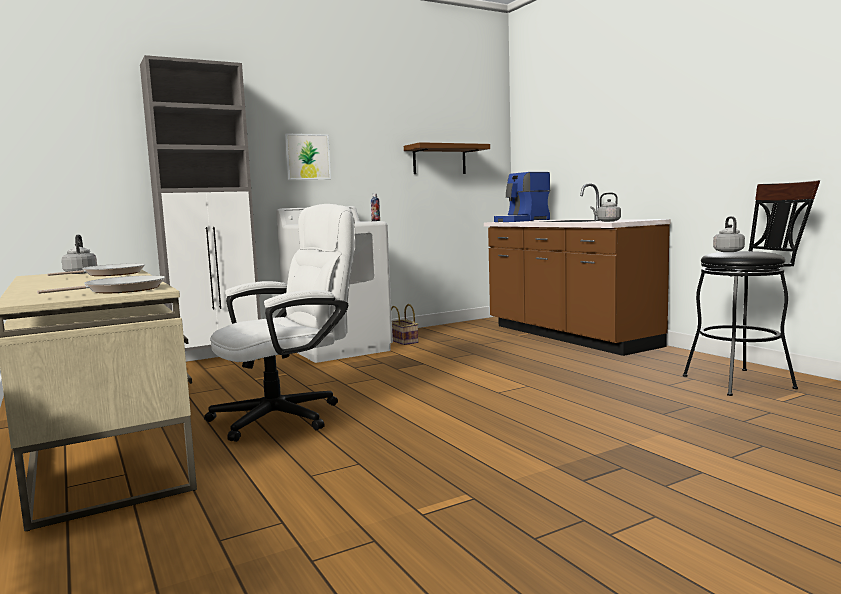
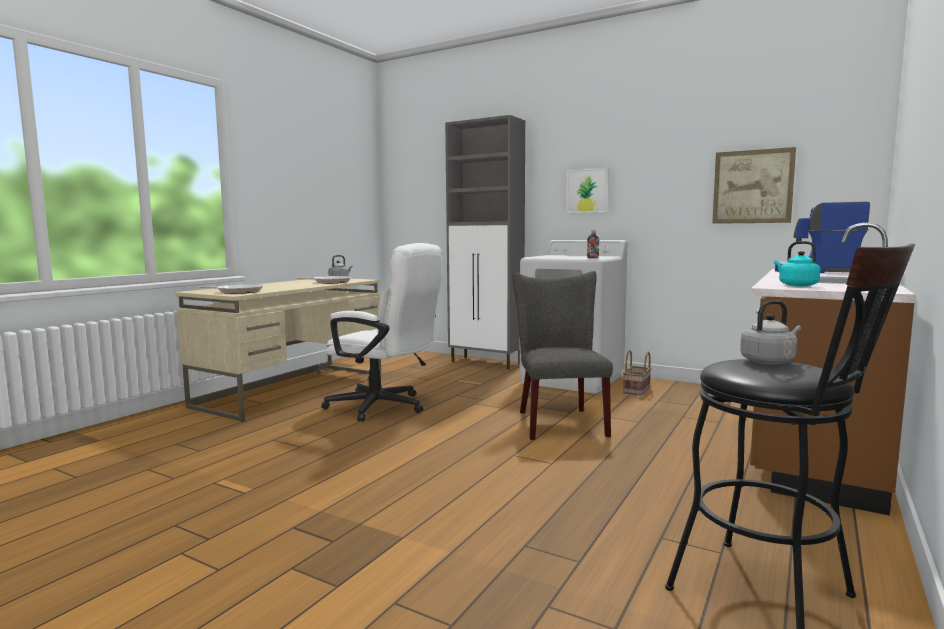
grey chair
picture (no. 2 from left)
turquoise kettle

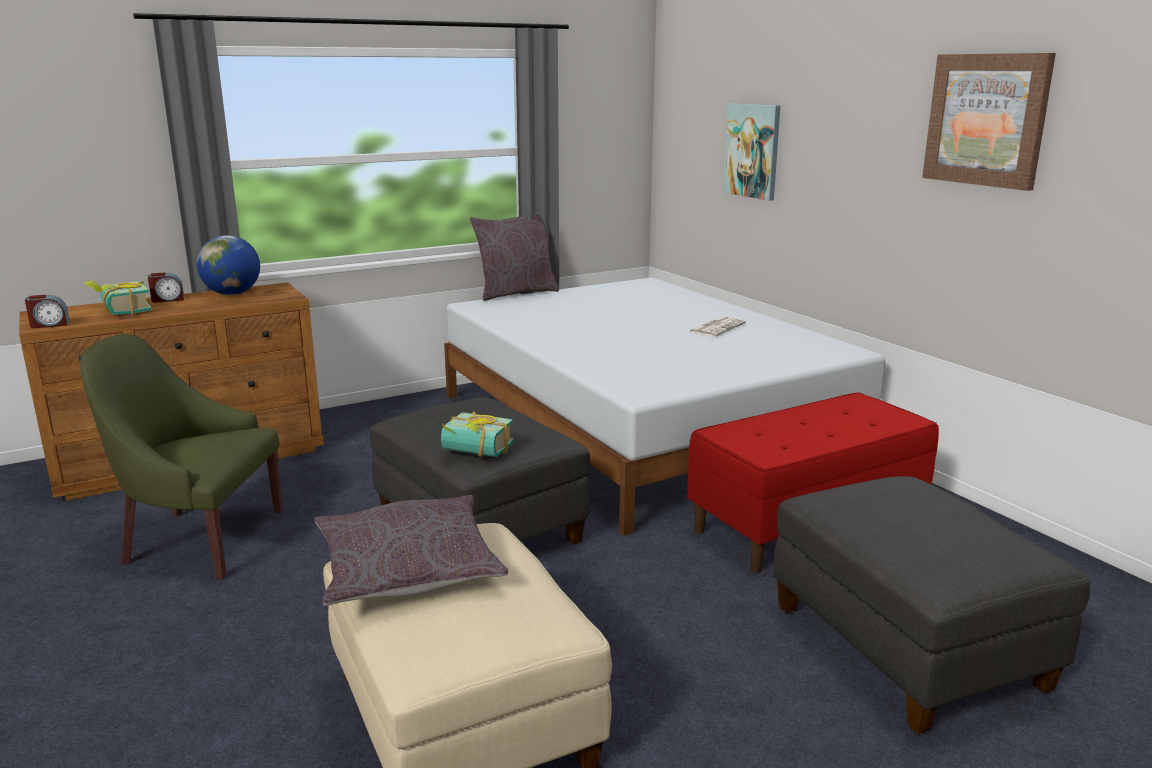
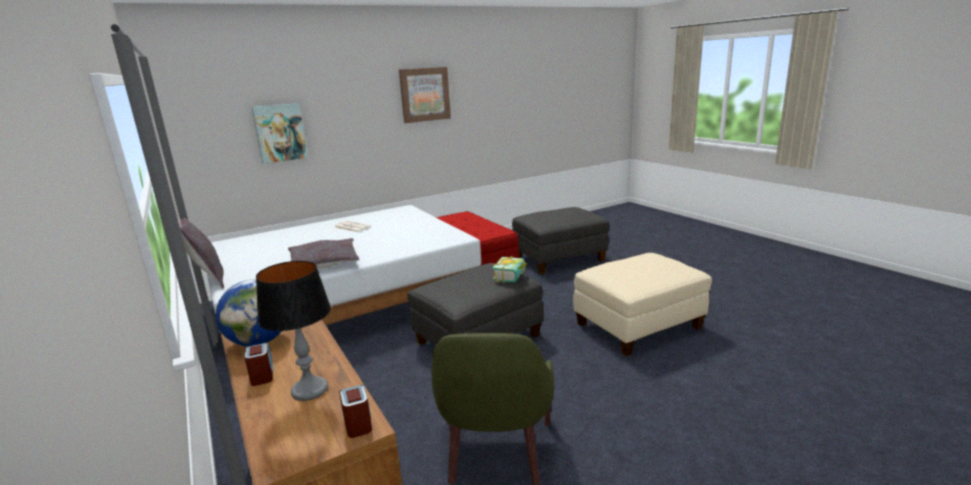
table lamp
grey pillow (no. 2 from left)

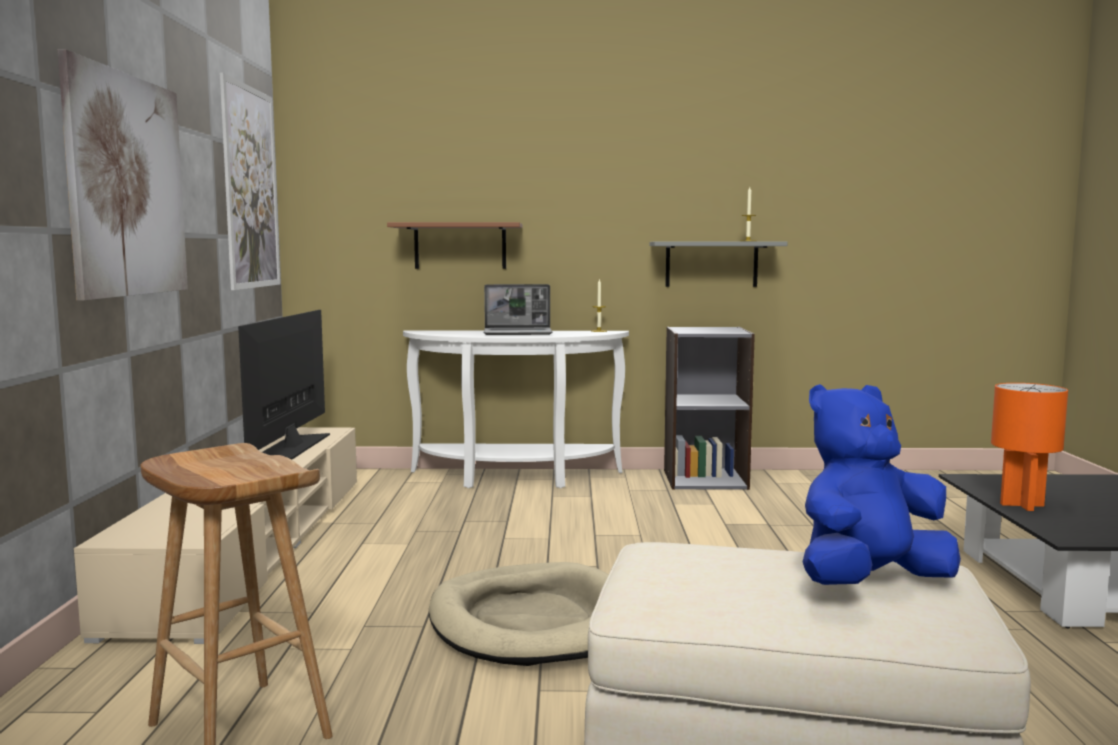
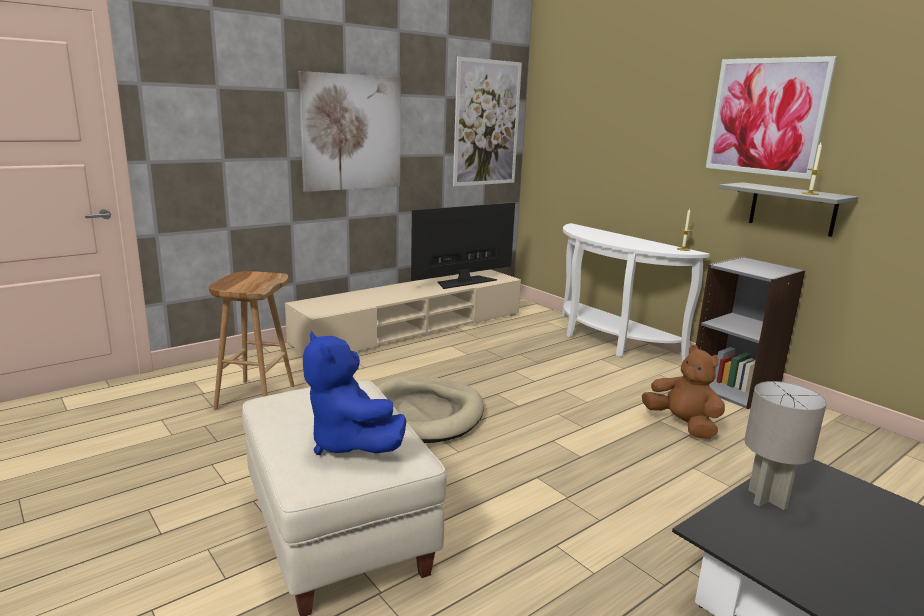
blue plush toy
brown plush toy
picture (no. 3 from left)
grey table lamp
brown shelf
laptop

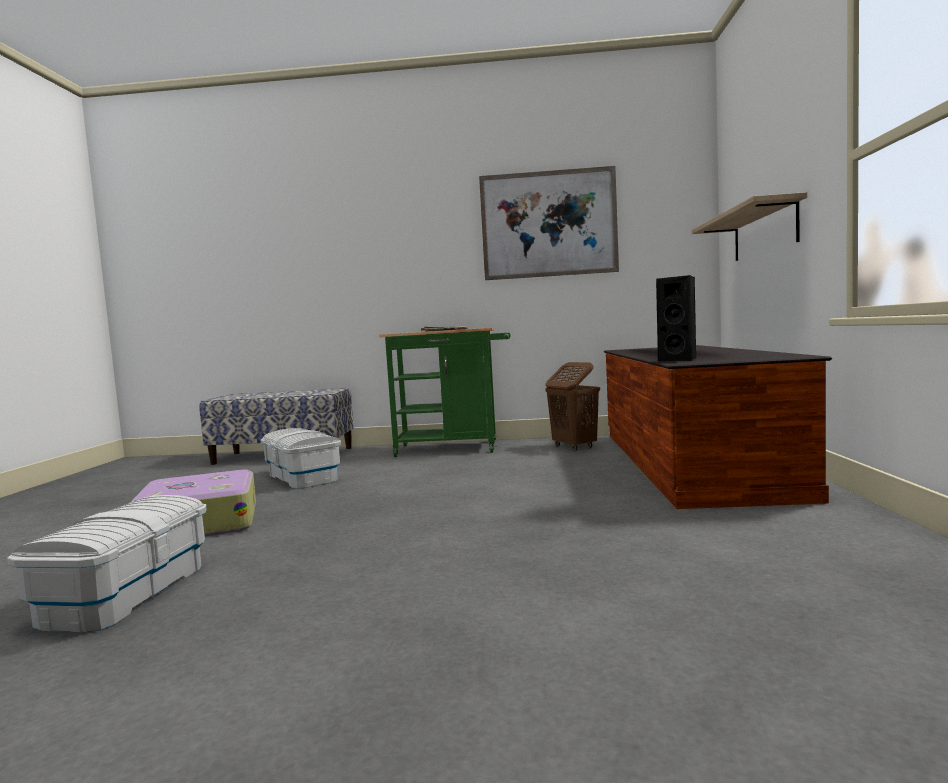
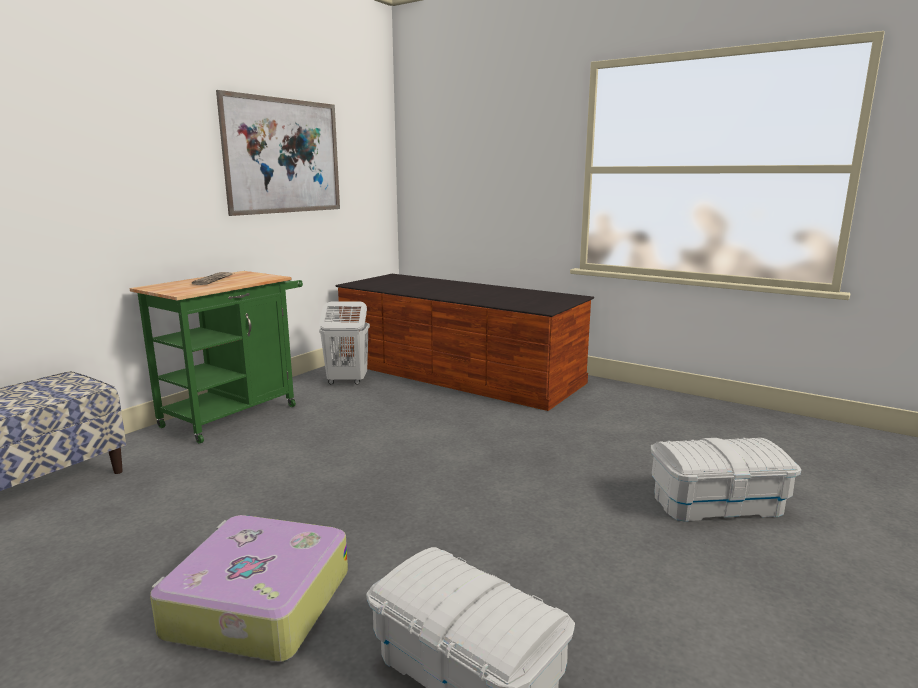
white laundry basket
white storage box (no. 2 from left)
black speaker
shelf

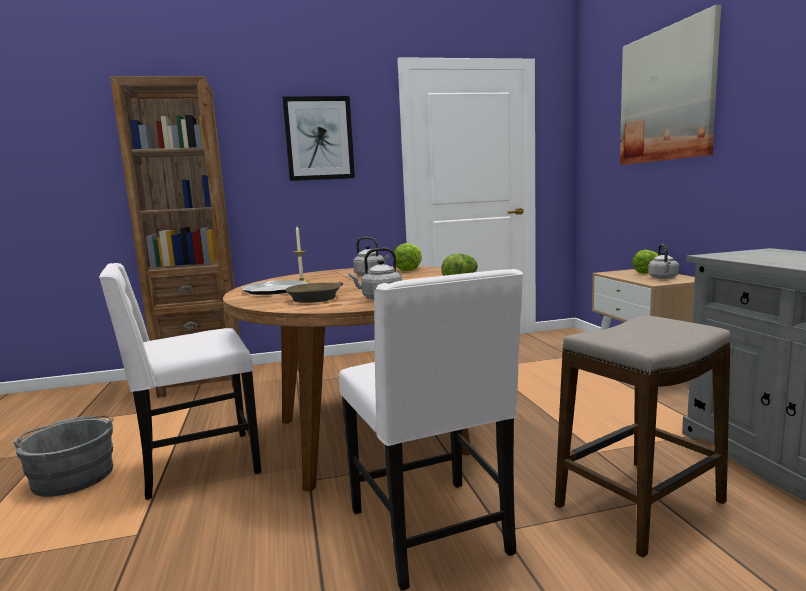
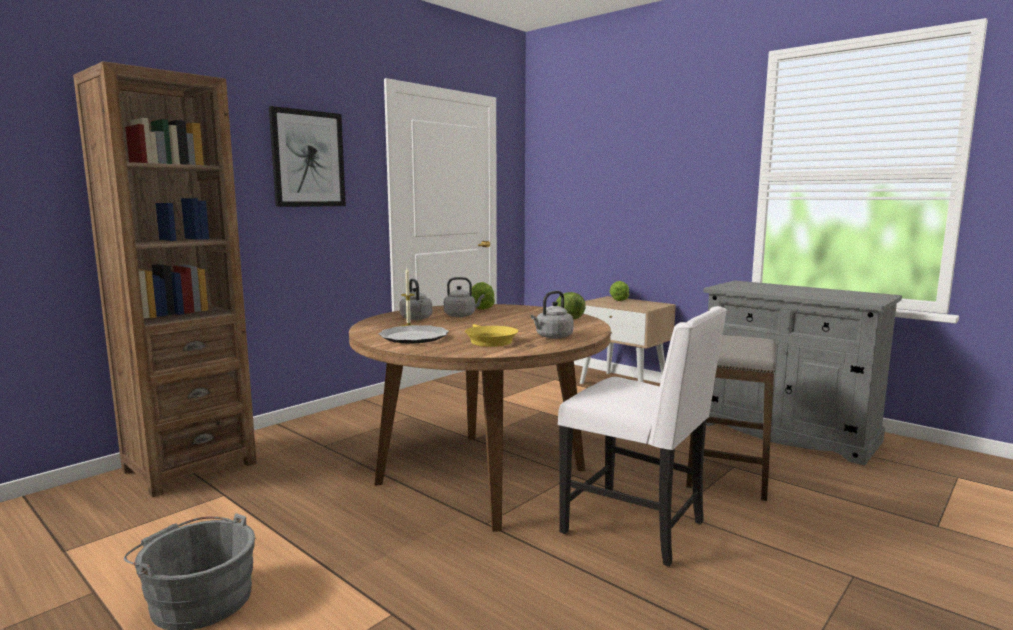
grey kettle (no. 1 from left)
yellow frying pan
white chair (no. 1 from left in the first image)
picture (no. 2 from left in the first image)

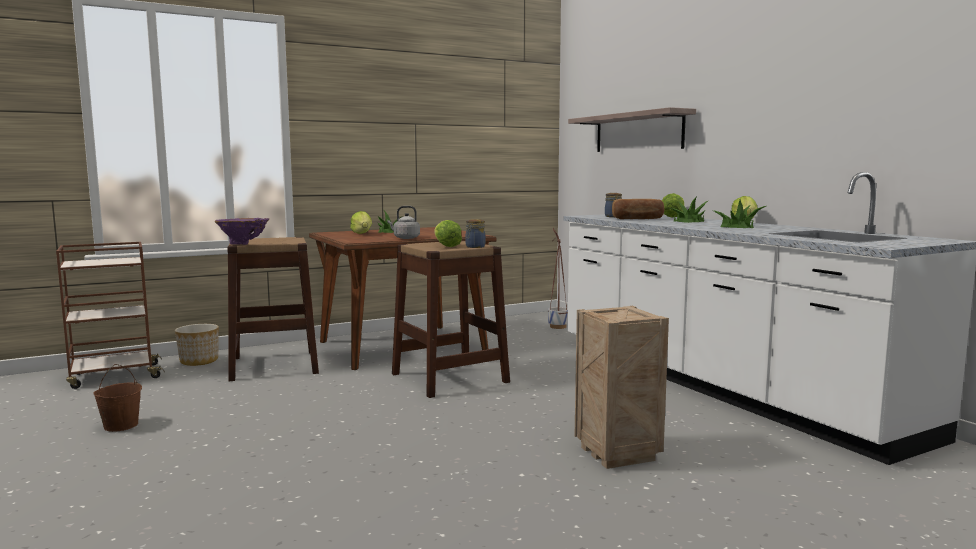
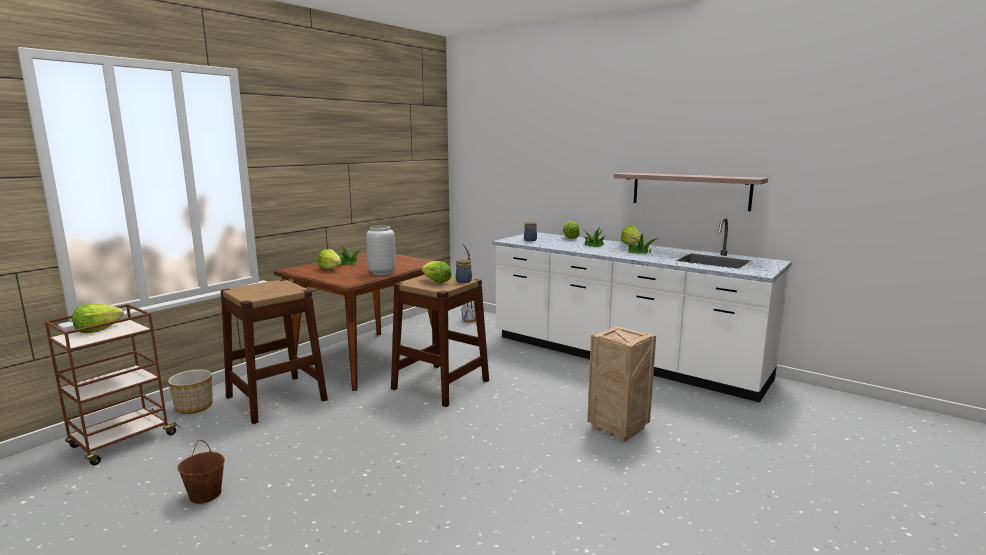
lettuce (no. 1 from left)
grey vase
shelf
purple vase
bread

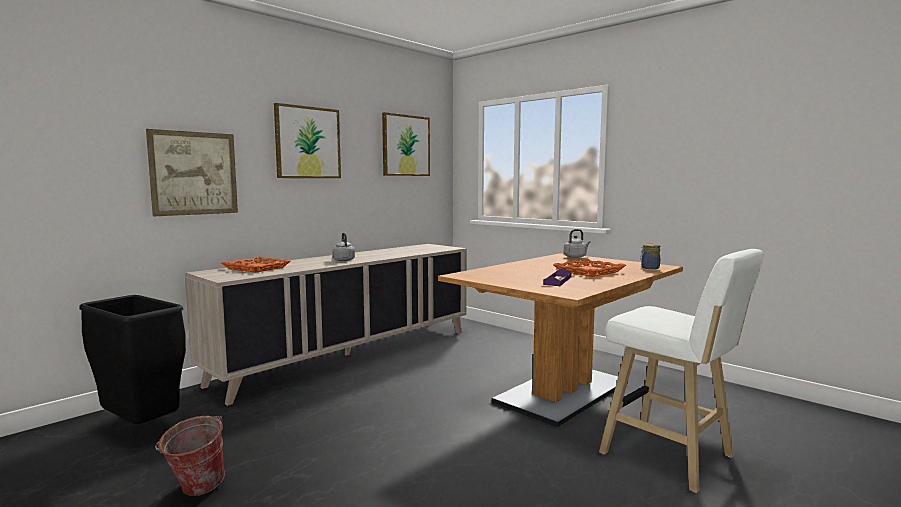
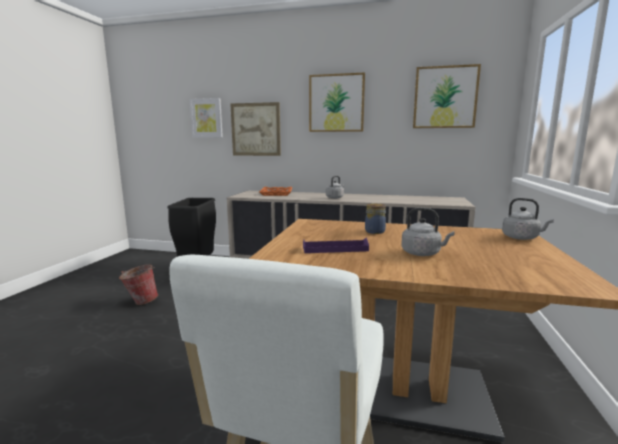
picture (no. 1 from left)
jar
grey kettle (no. 2 from left)

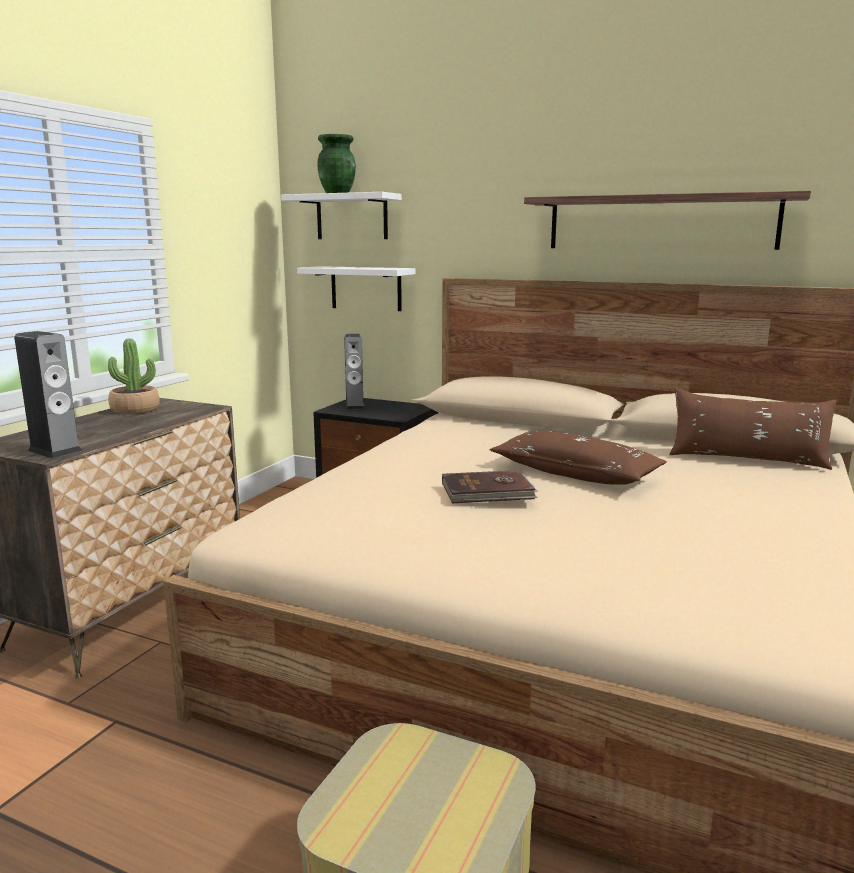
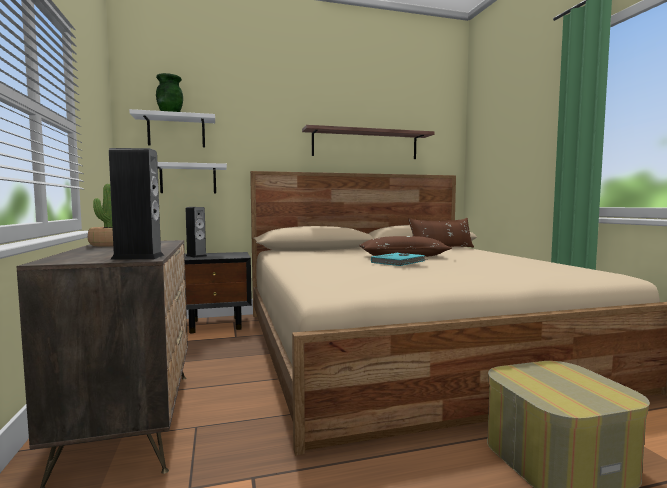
turquoise book

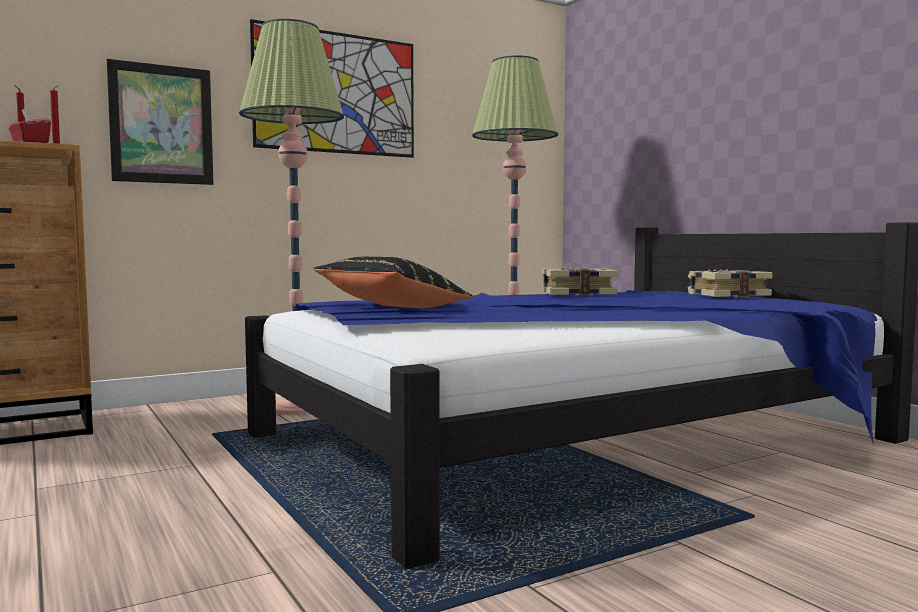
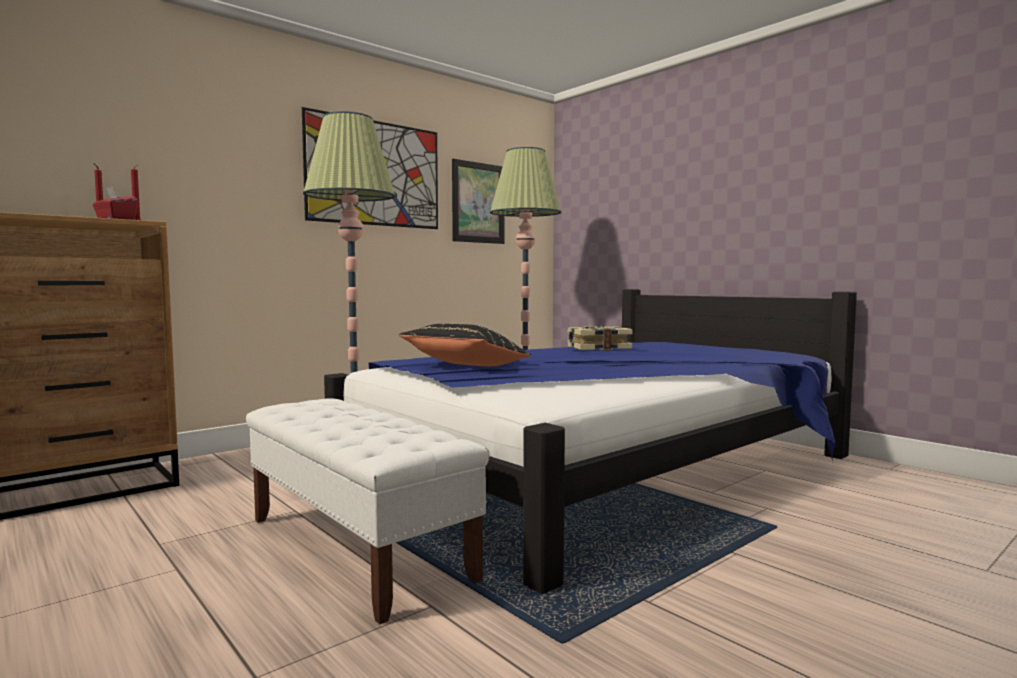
white bench
picture (no. 2 from left)
book (no. 2 from left in the first image)

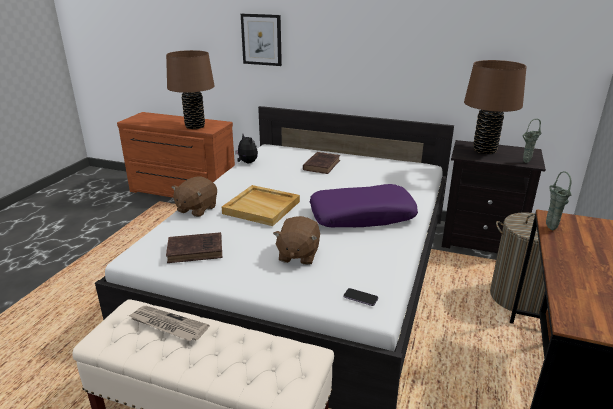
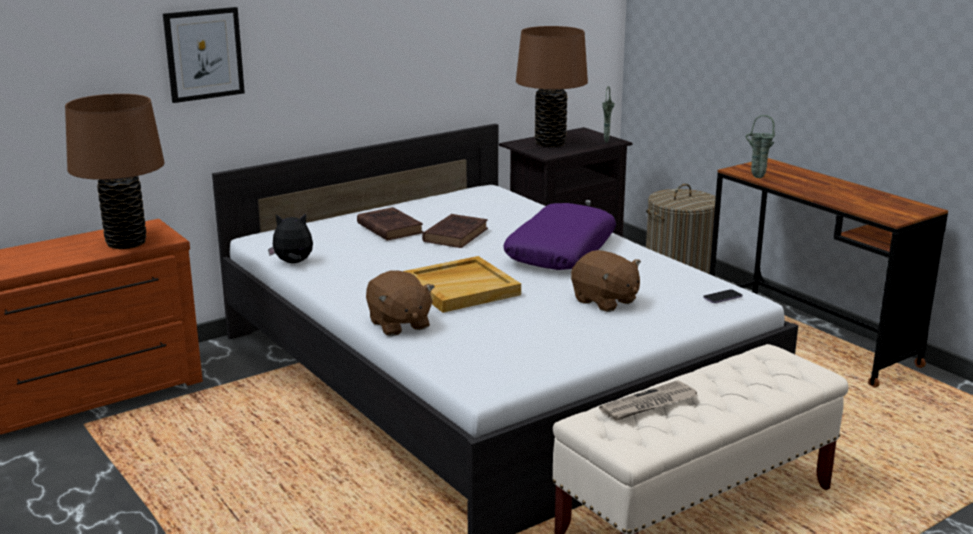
brown book (no. 2 from left)

